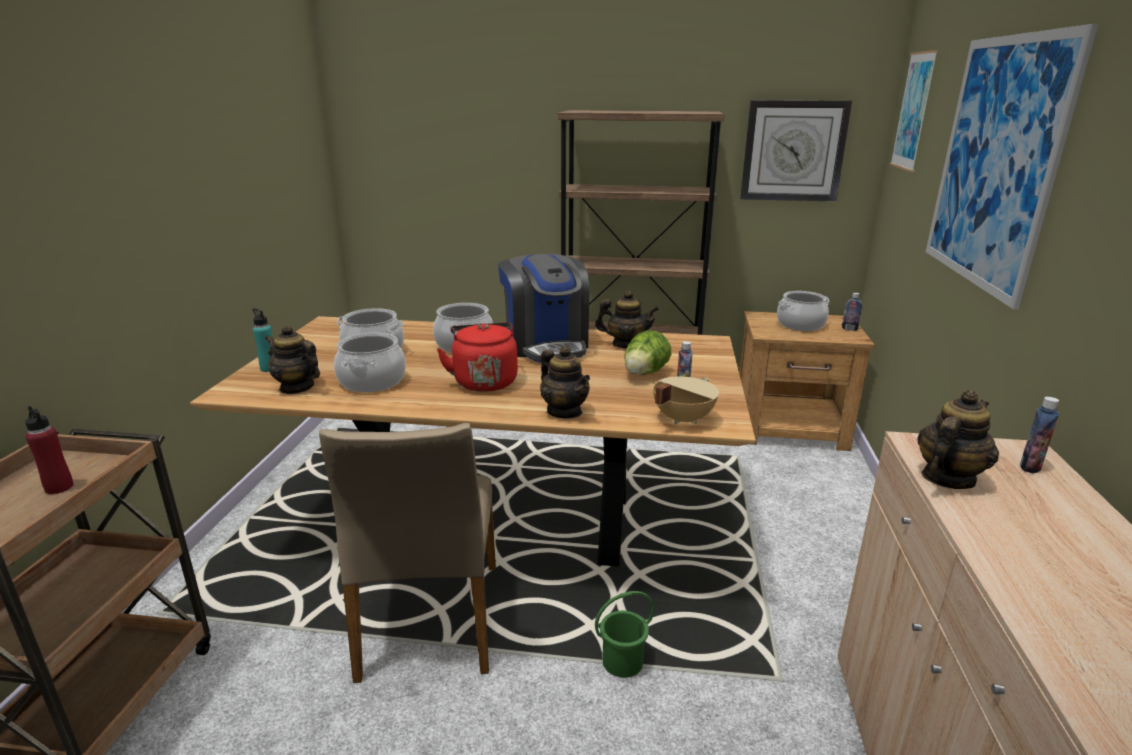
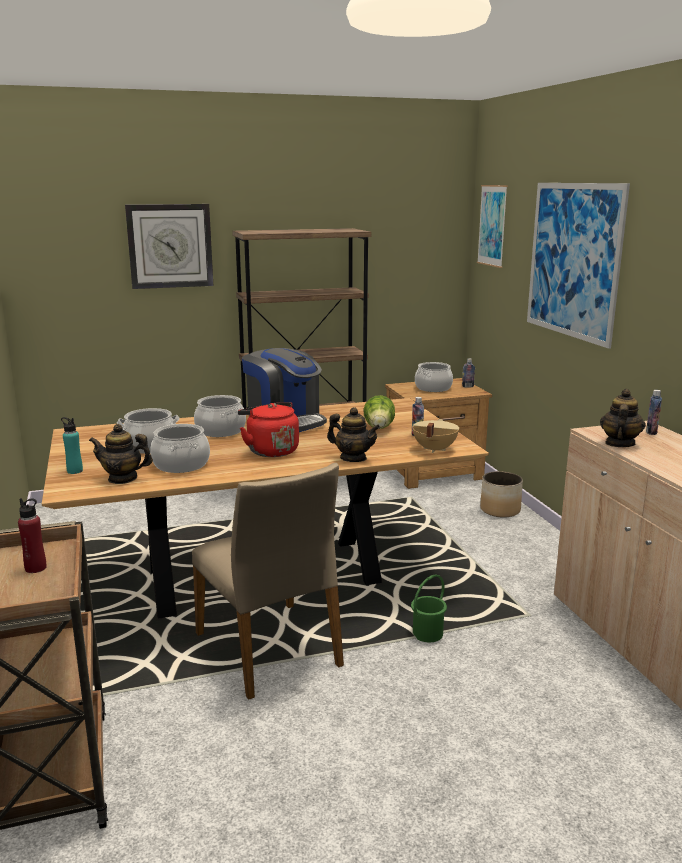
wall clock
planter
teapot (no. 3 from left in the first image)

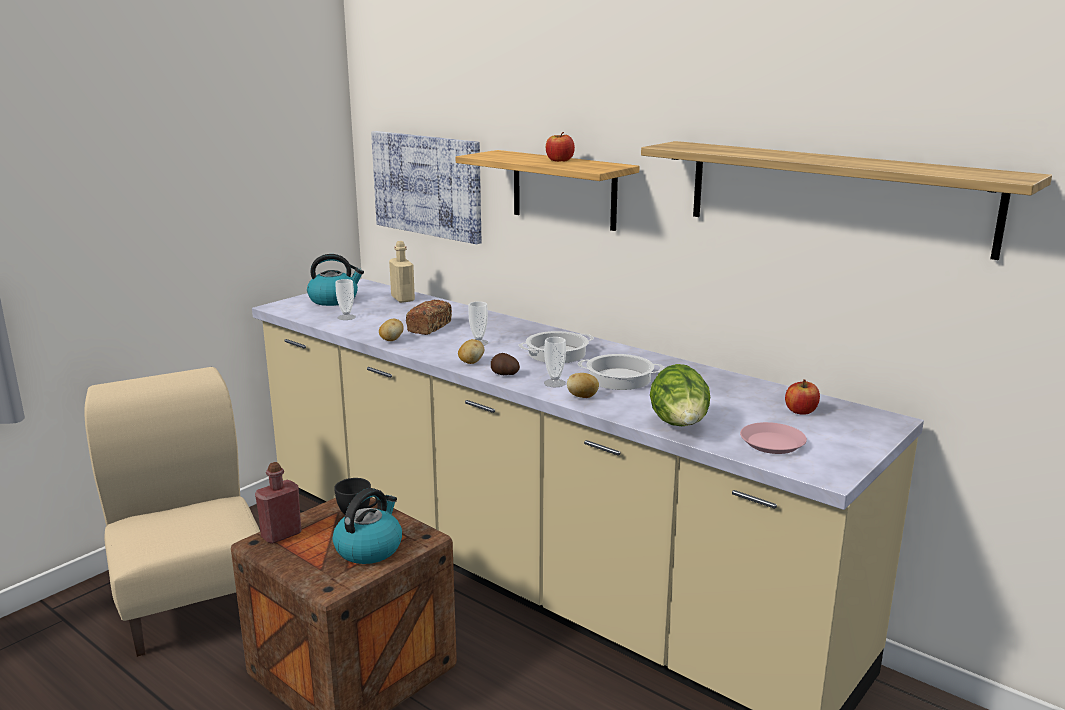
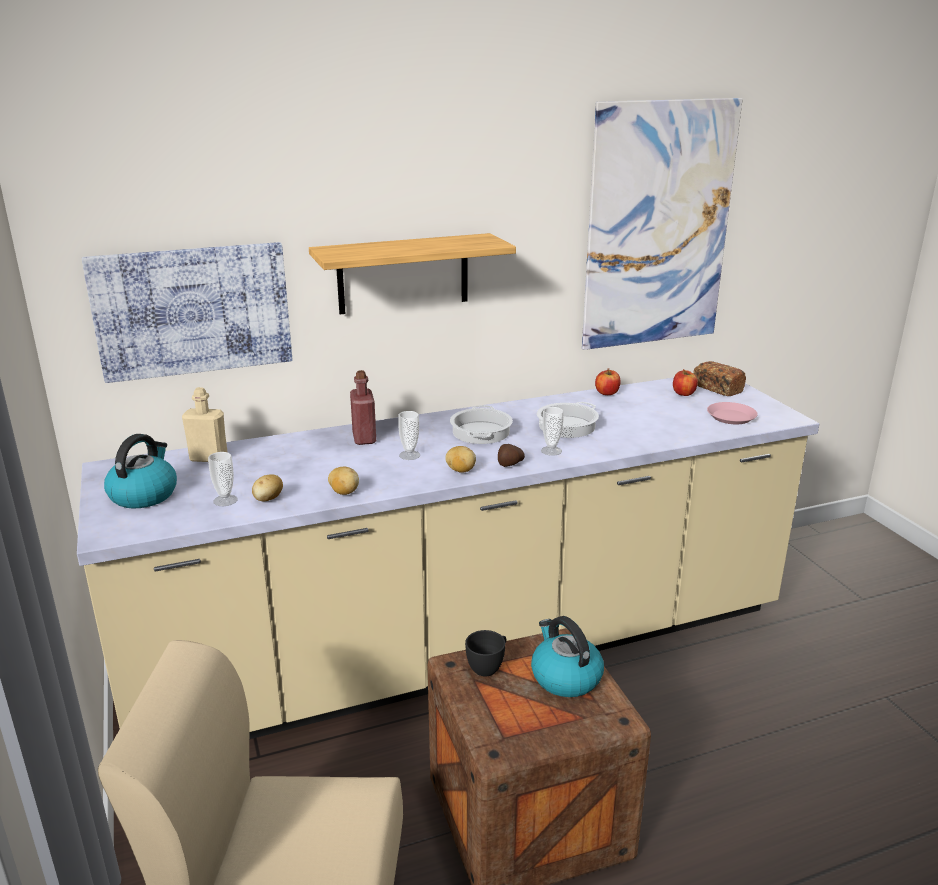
potato (no. 1 from left)
red bottle
picture (no. 2 from left)
apple (no. 1 from left)
bread
lettuce

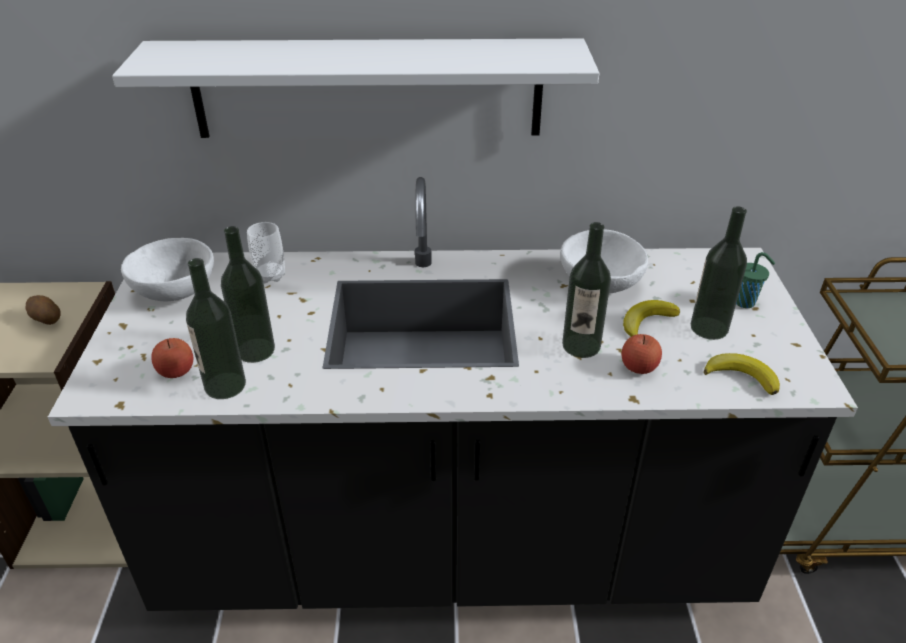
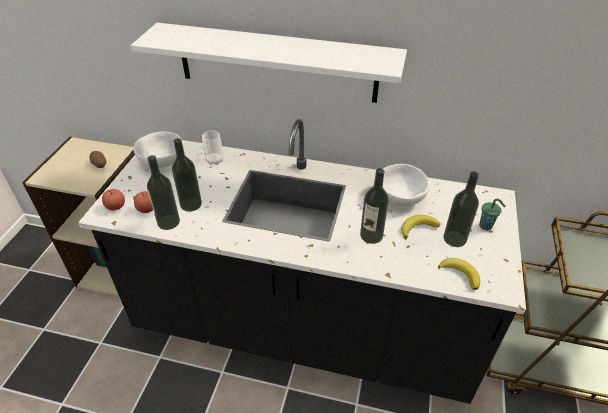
apple (no. 1 from left)

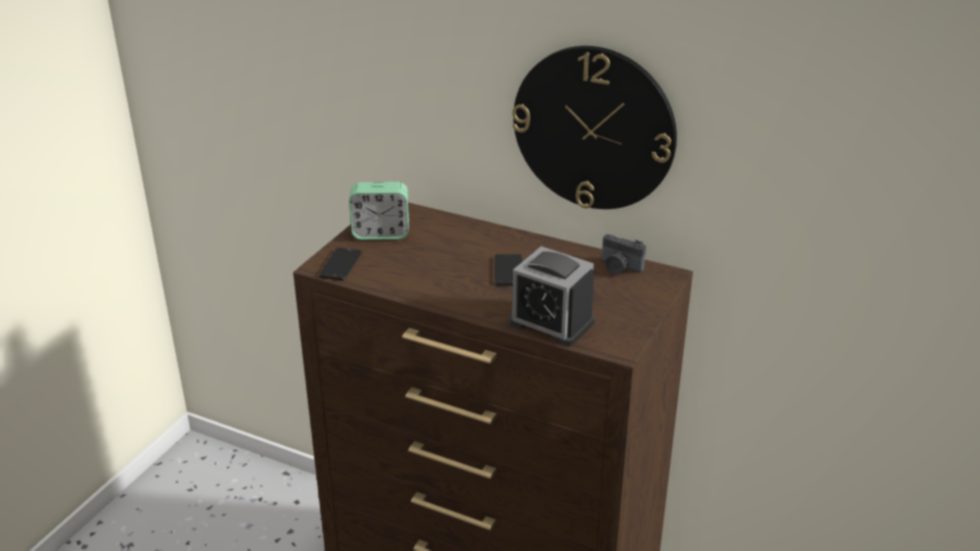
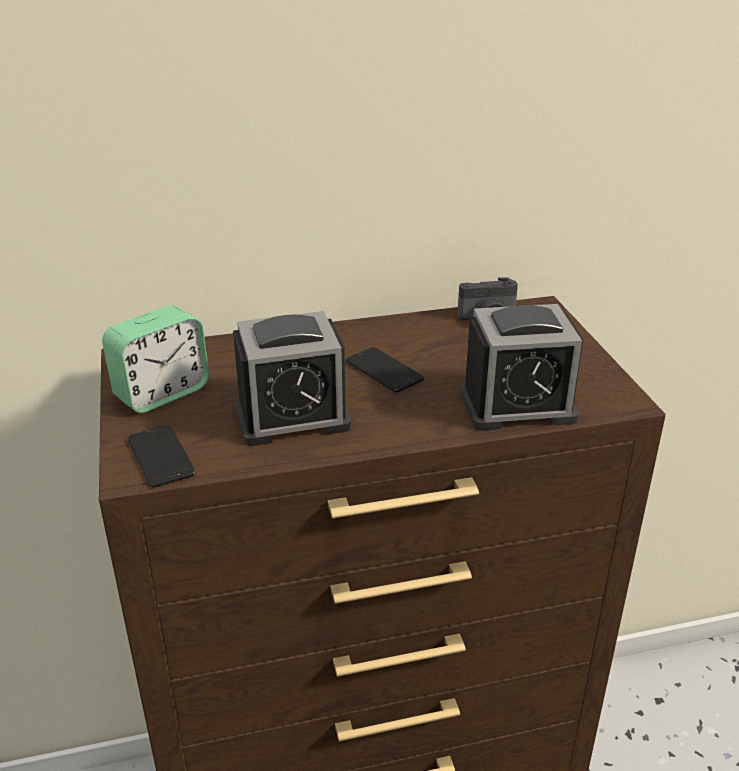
alarm clock (no. 2 from left)
wall clock

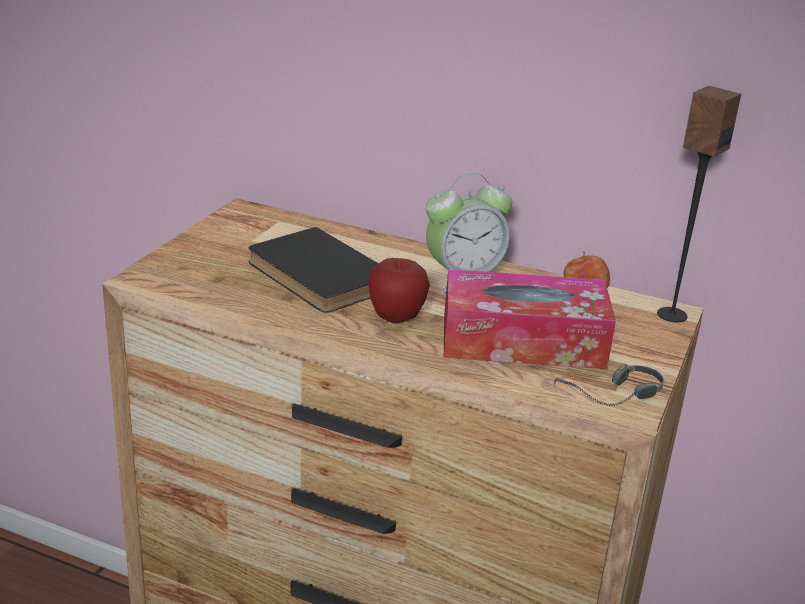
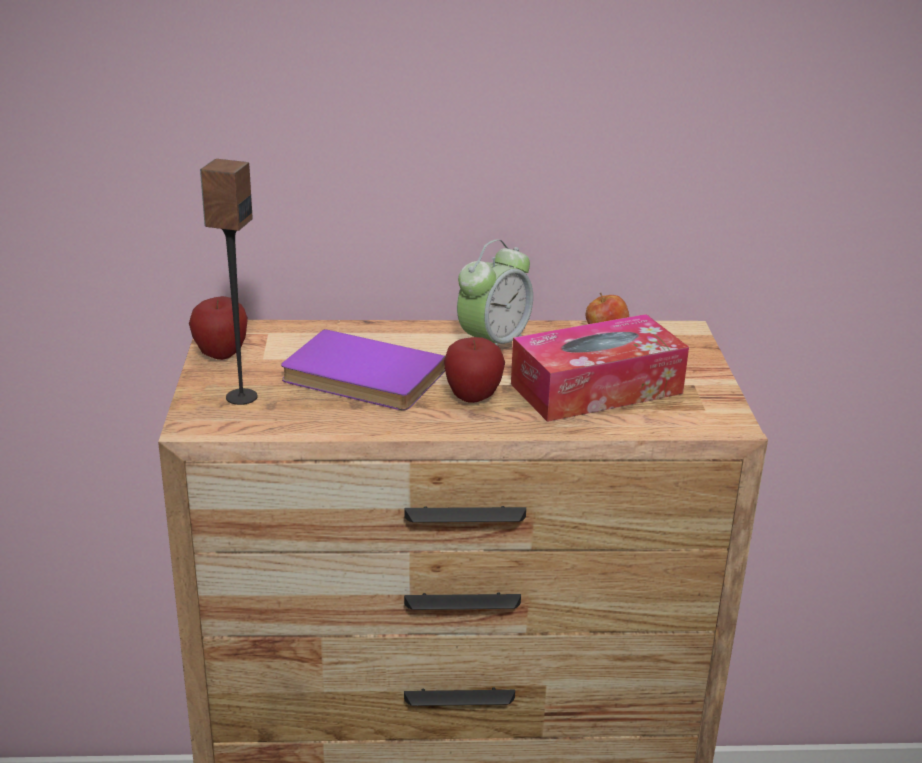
apple (no. 1 from left)
speaker
purple book
headphones

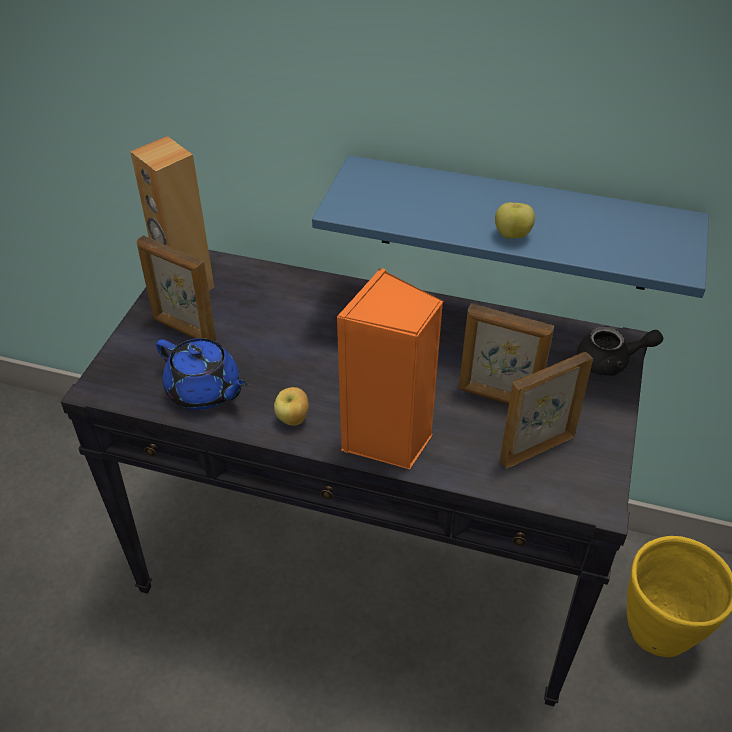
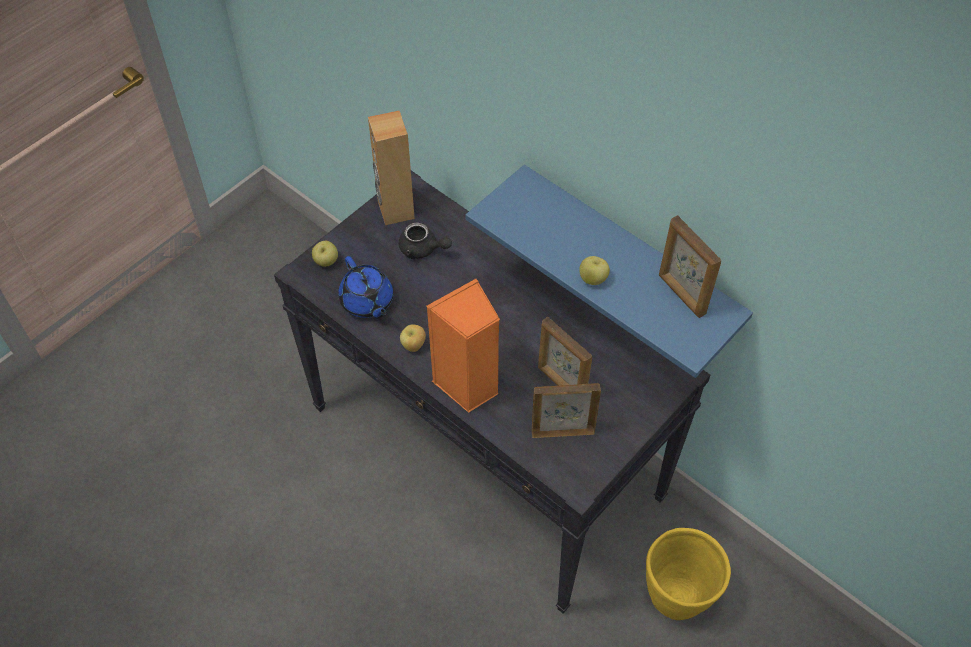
apple (no. 1 from left)
black teapot
picture frame (no. 3 from left)

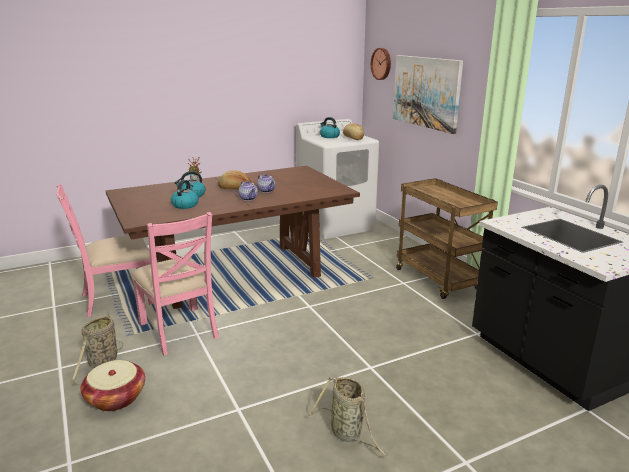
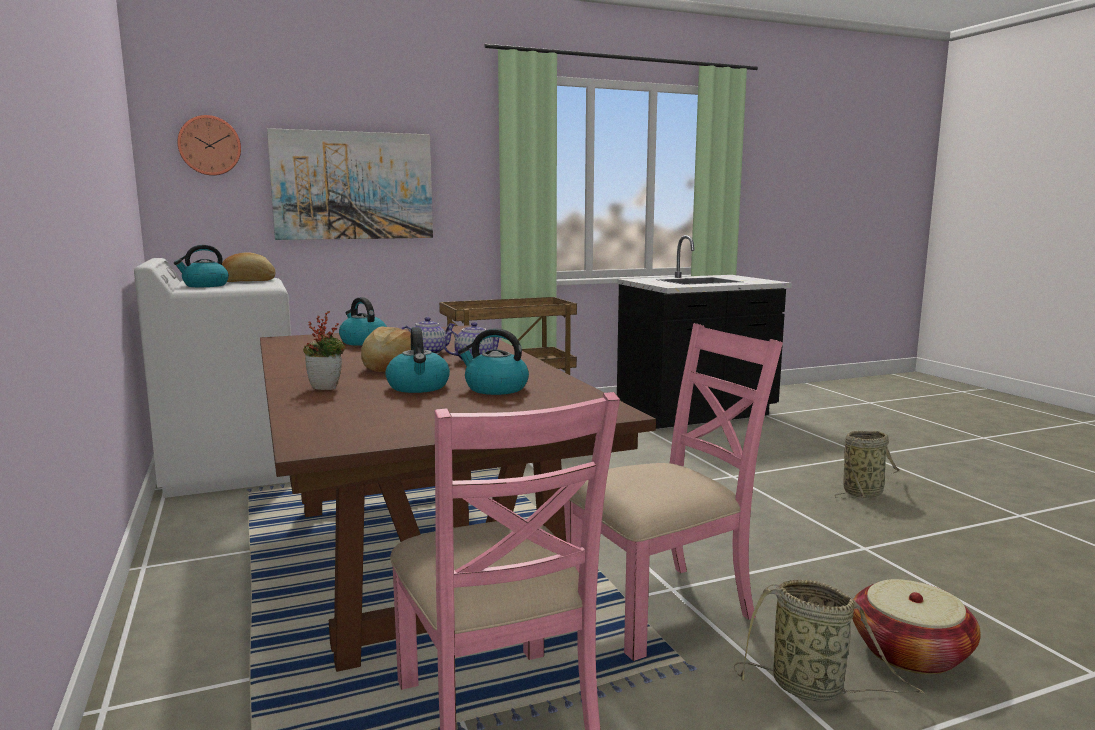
kettle (no. 2 from left)

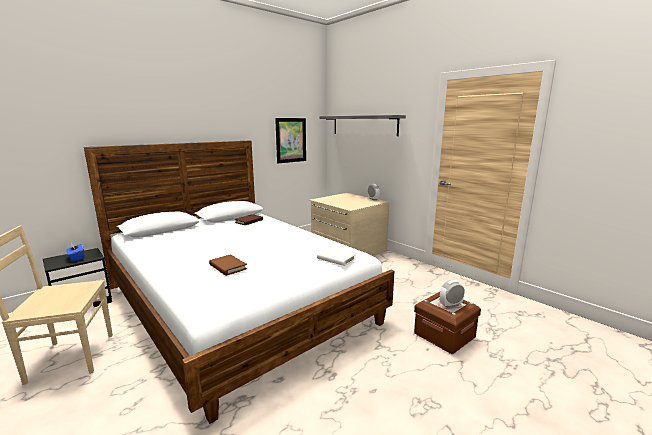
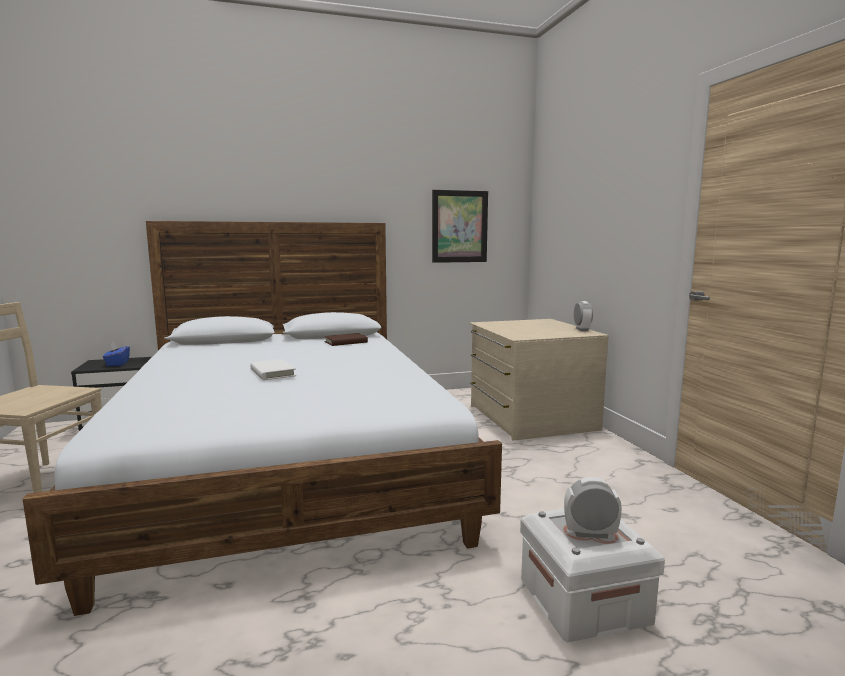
white book
white storage box
brown book (no. 1 from left in the first image)
grey shelf

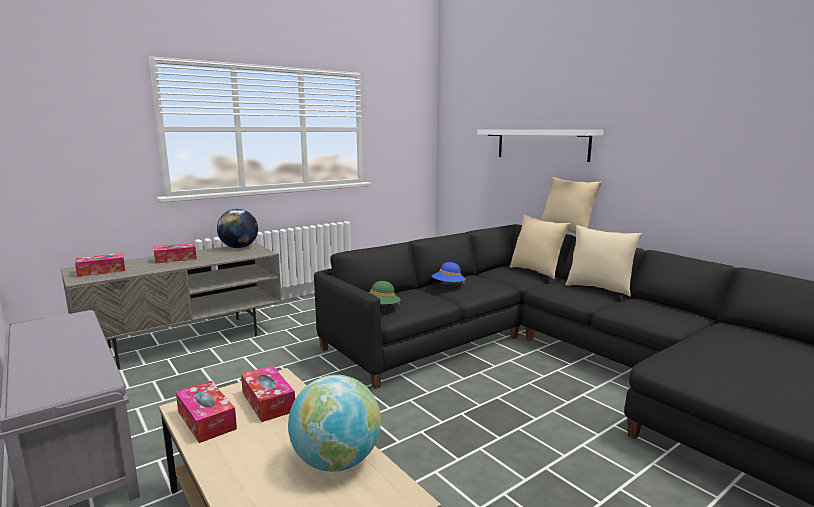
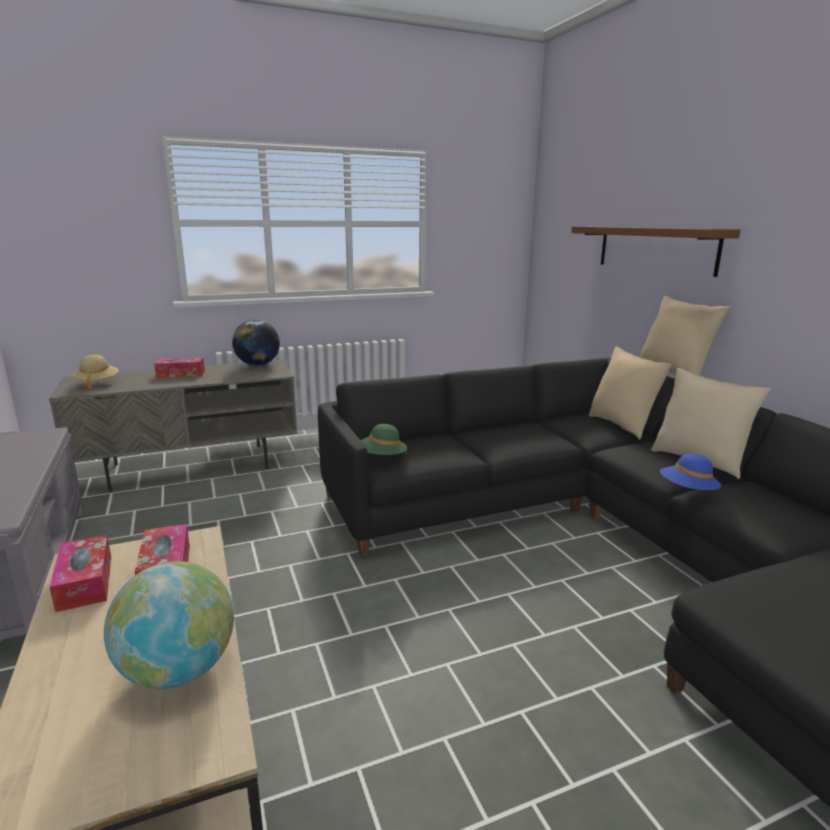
beige hat
brown shelf
blue hat

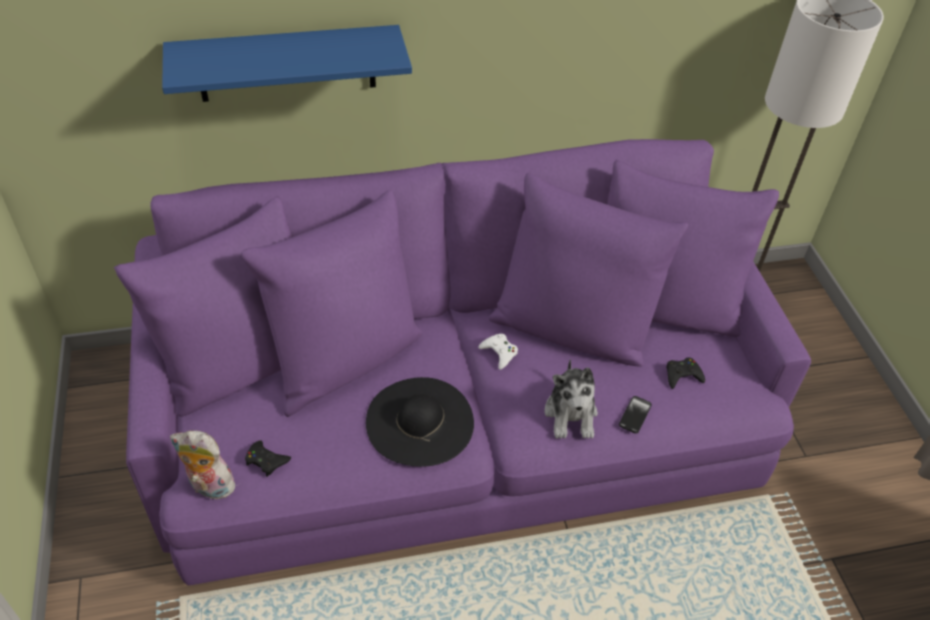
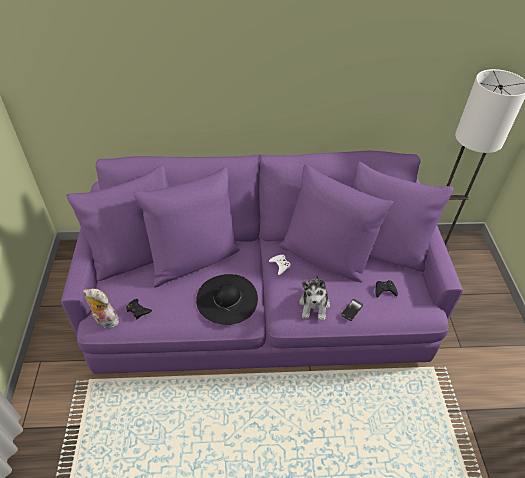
blue shelf

